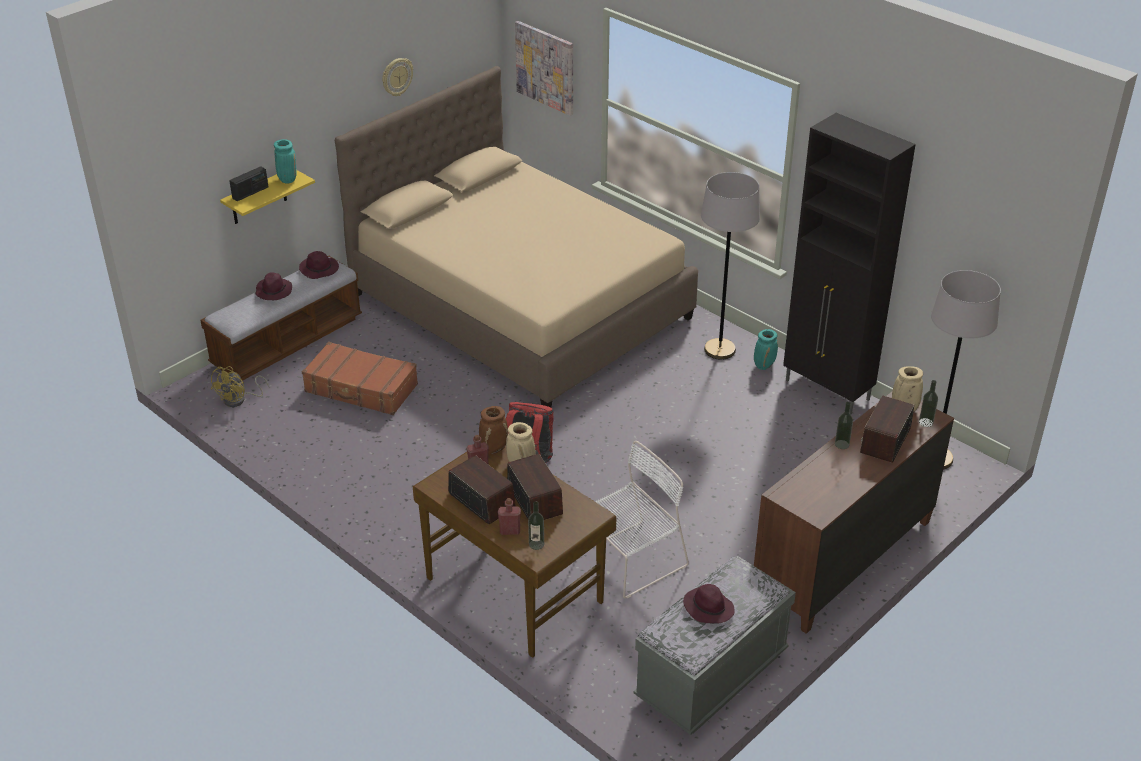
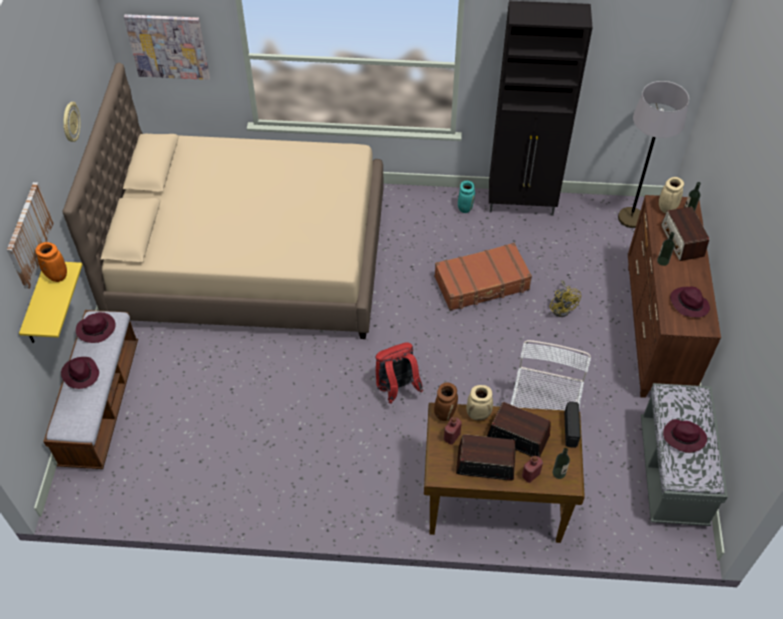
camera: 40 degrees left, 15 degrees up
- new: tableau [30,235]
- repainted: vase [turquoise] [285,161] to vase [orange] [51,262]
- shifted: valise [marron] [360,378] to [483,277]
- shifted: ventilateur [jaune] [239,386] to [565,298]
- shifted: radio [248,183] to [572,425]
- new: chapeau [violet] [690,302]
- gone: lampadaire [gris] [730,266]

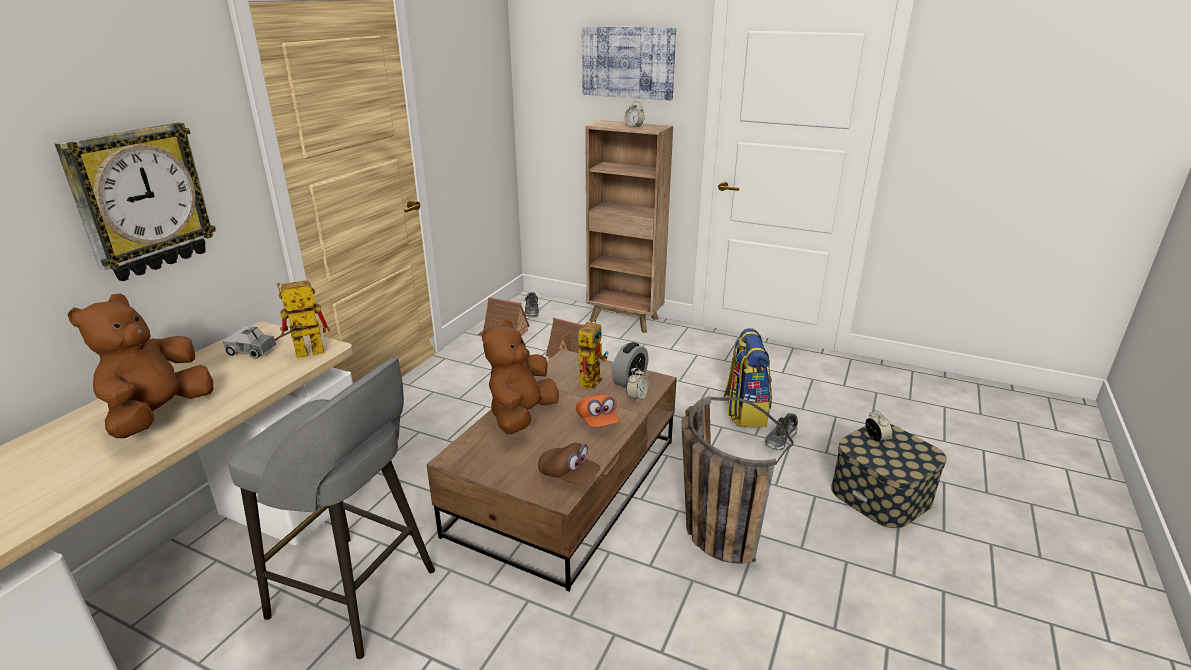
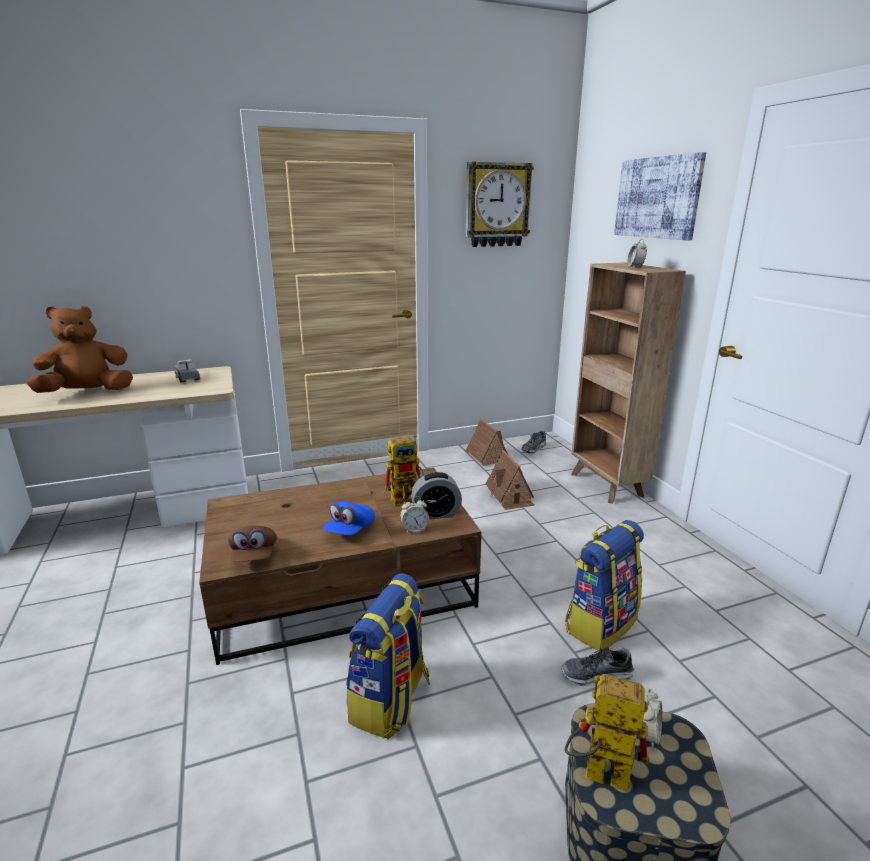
camera: 45 degrees right, 5 degrees down
- repainted: casquette [orange] [598,410] to casquette [bleu] [349,518]
- swapped: panier [737,480] to sac à dos [388,656]
- shifted: horloge murale [135,201] to [500,204]
- shifted: robot jouet [303,319] to [607,733]
- gone: tabouret [gris] [331,508]
- gone: peluche [marron] [520,377]

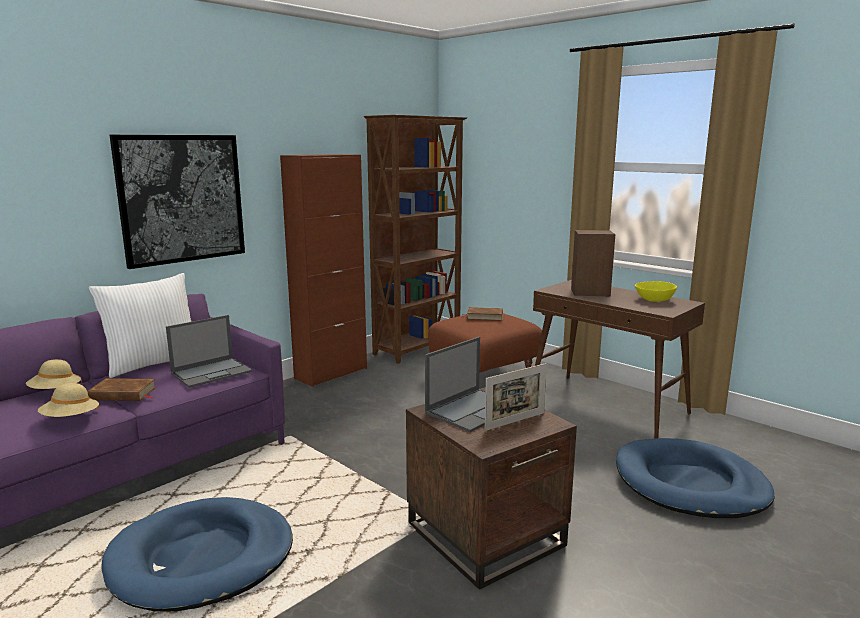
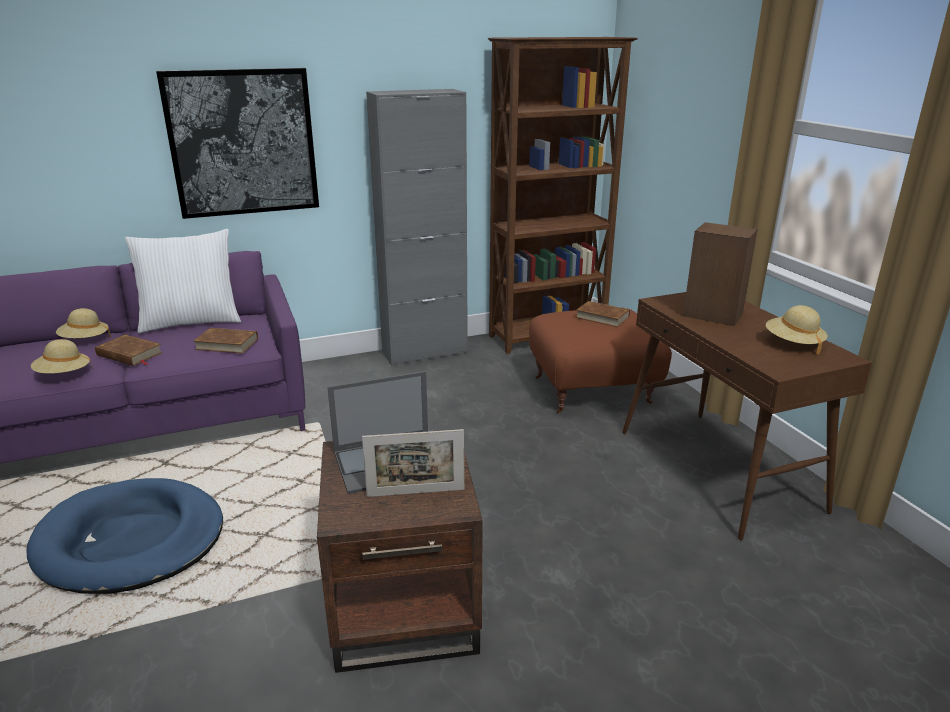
camera: 25 degrees right, 10 degrees up
- swapped: ordinateur portable [209,351] to livre [marron] [225,340]
- repainted: meuble de rangement [marron] [323,270] to meuble de rangement [gris] [417,227]
- swapped: bol [jaune] [656,291] to chapeau [beige] [797,329]
- gone: panier pour chien [bleu] [695,478]

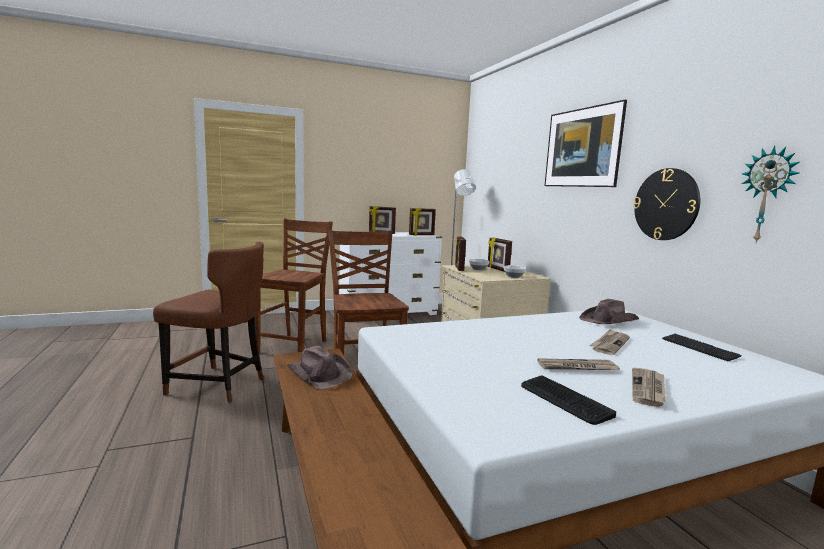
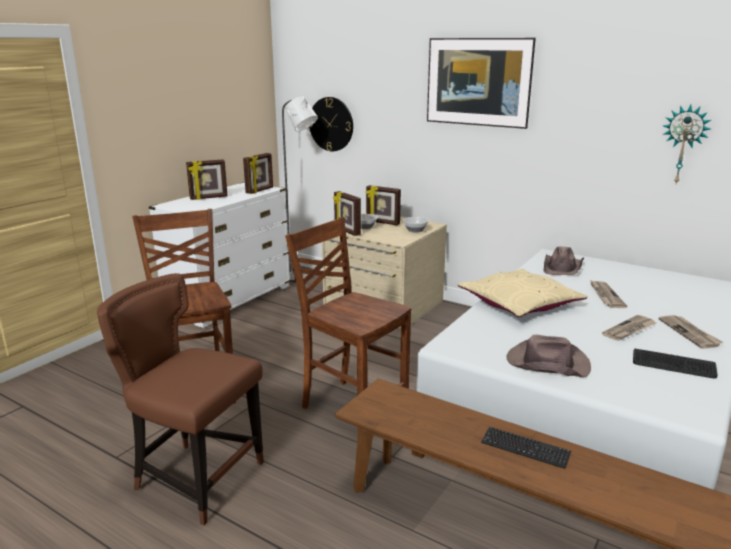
camera: 35 degrees left, 10 degrees up
- rotated: chaise [marron] [208,322] = [180,399] 135 degrees counterclockwise
- shifted: horloge murale [666,204] to [331,124]
- new: coussin [beige] [522,293]
- shifted: clavier [702,347] to [526,448]
- shifted: chapeau [marron] [320,368] to [549,356]

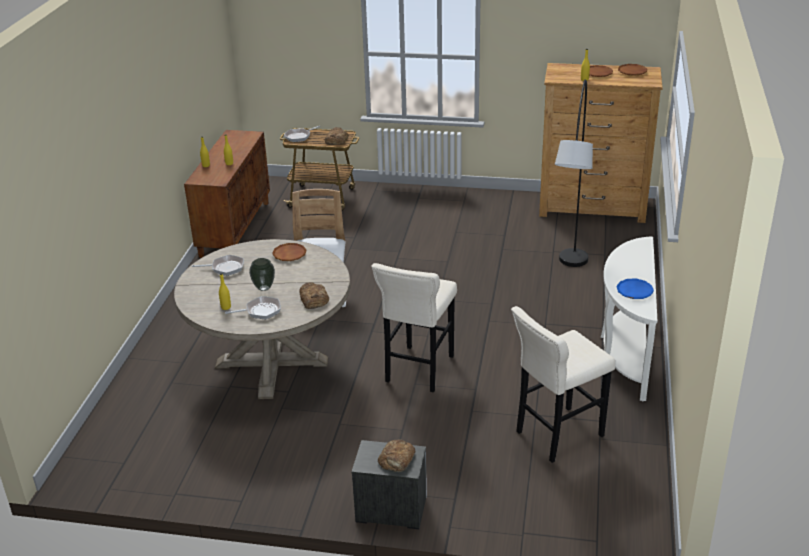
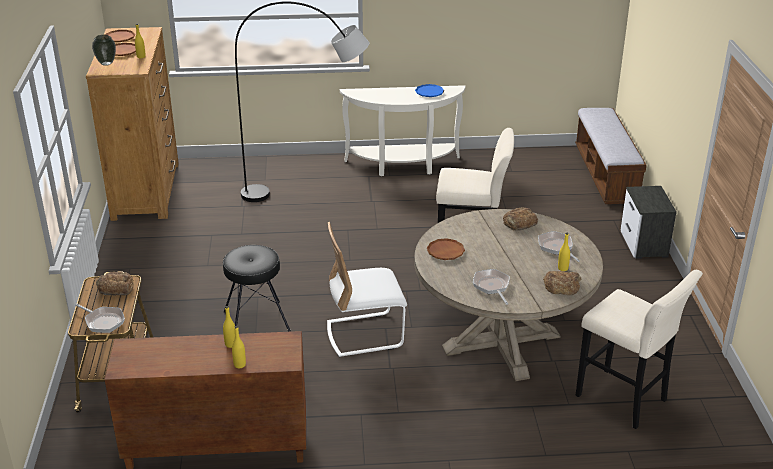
camera: 105 degrees left, 0 degrees up
- shifted: vase [262,274] to [104,50]
- new: tabouret [noir] [257,288]
- shifted: pain [396,455] to [562,283]
- new: banc [611,156]
- shifted: tabouret [beige] [563,384] to [639,349]

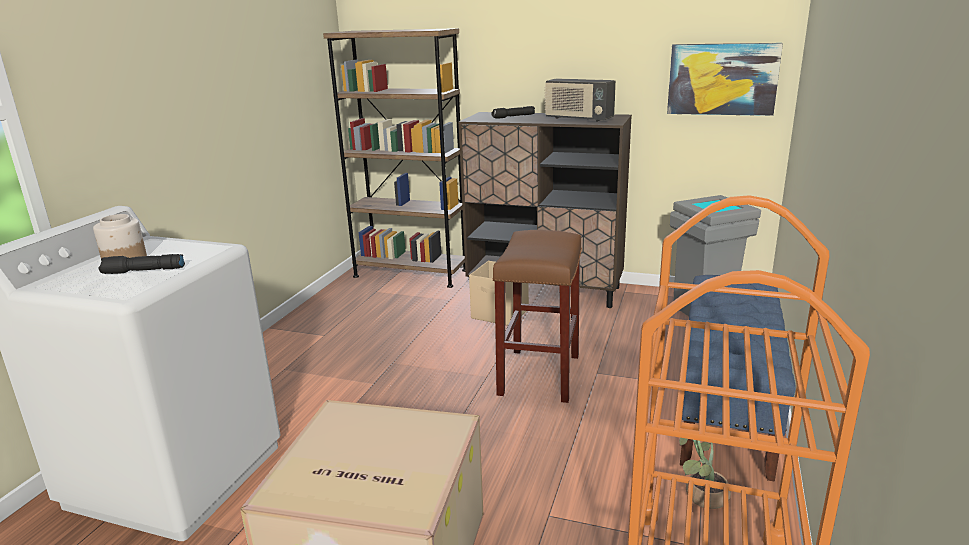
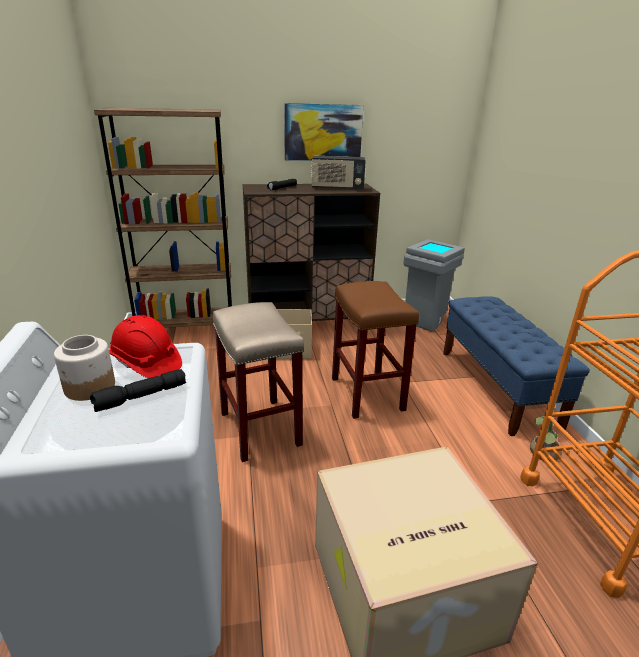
camera: 30 degrees left, 5 degrees up
- new: casque de chantier [rouge] [145,346]
- new: tabouret [beige] [258,382]
- shifted: tableau [725,79] to [323,132]

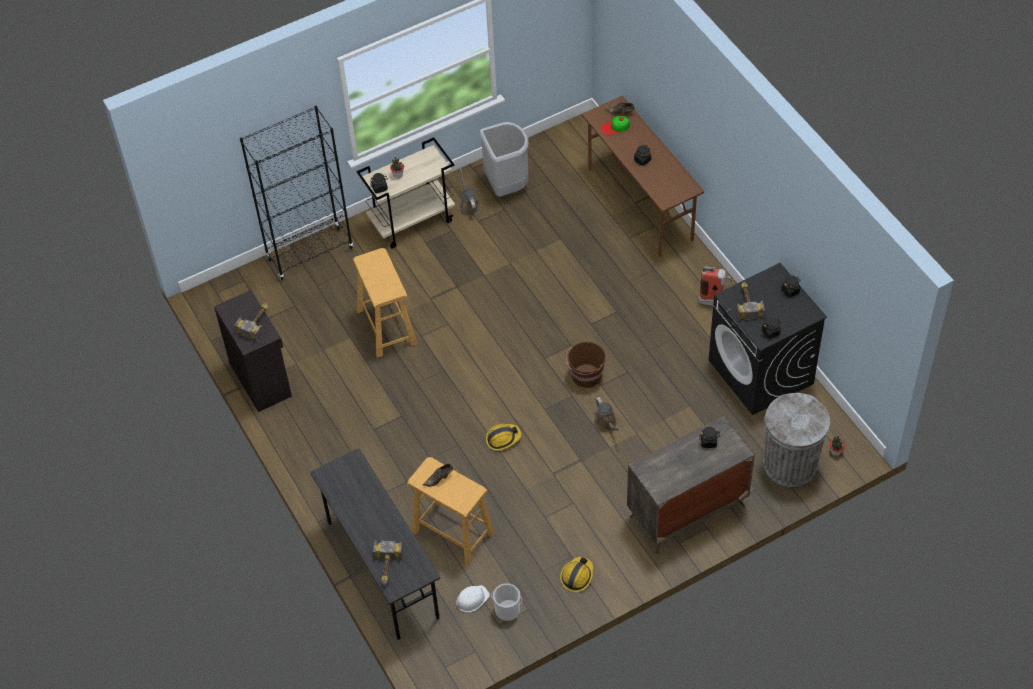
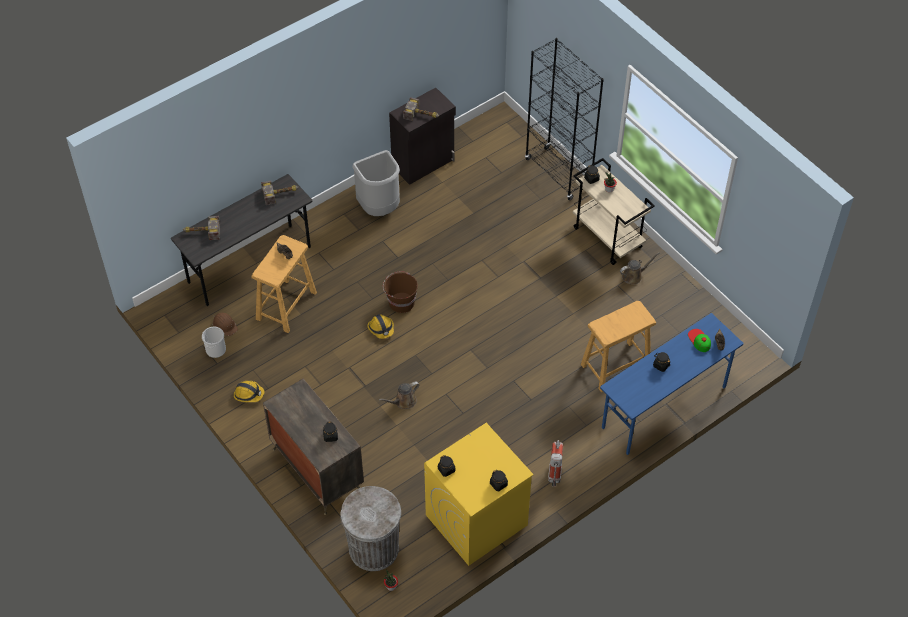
camera: 80 degrees right, 0 degrees up
- repainted: casque de chantier [blanc] [473,598] to casque de chantier [marron] [225,324]
- shifted: marteau [750,301] to [280,193]
- shifted: poubelle [gris] [504,159] to [376,183]
- shifted: seau [marron] [586,365] to [400,292]
- repainted: lave-linge [noir] [768,339] to lave-linge [jaune] [479,494]
- shifted: tabouret [beige] [385,302] to [618,346]
- repainted: bureau [marron] [643,176] to bureau [bleu] [671,384]

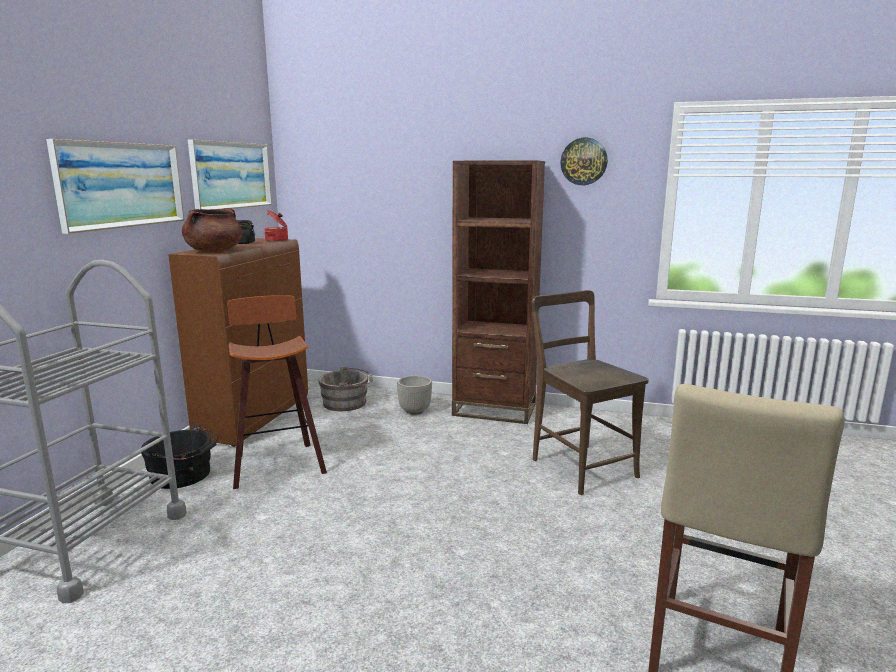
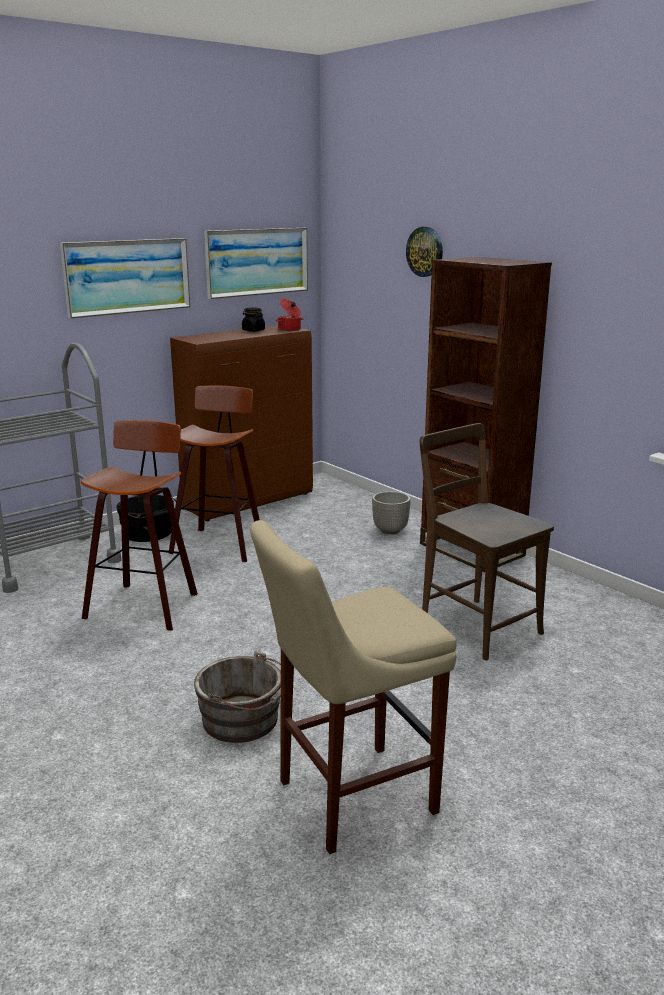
camera: 35 degrees right, 5 degrees up
- new: tabouret [139,525]
- shifted: seau [gris] [345,388] to [237,697]
- shifted: horloge murale [584,161] to [424,252]
- rotated: chaise [marron] [590,392] = [487,541] 45 degrees counterclockwise
- gone: marmite [marron] [212,230]

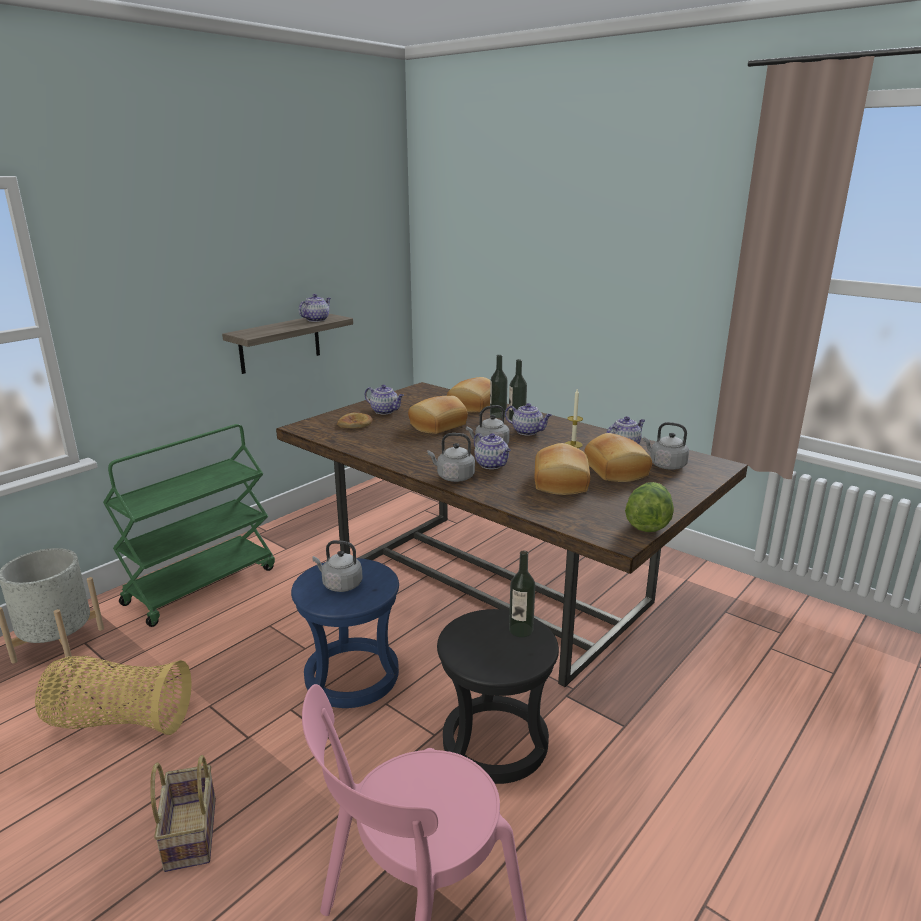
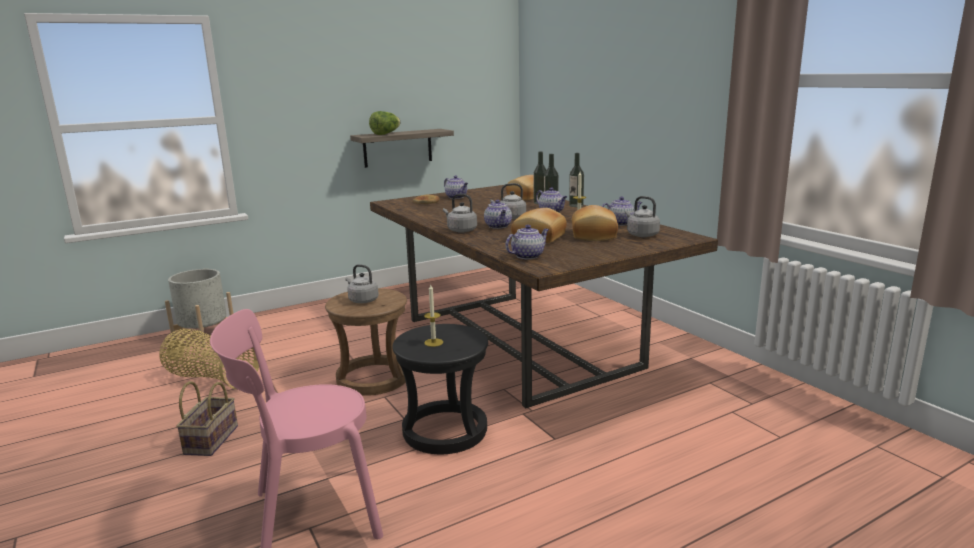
camera: 20 degrees right, 5 degrees down
- repainted: tabouret [bleu] [345,633] to tabouret [marron] [366,342]
- shifted: laitue [649,507] to [385,123]
- new: bougie [433,316]
- shifted: théière [315,308] to [527,242]
- shifted: bouteille [522,593] to [576,180]
- gone: chariot [vert] [189,525]
- gone: pain [438,414]

